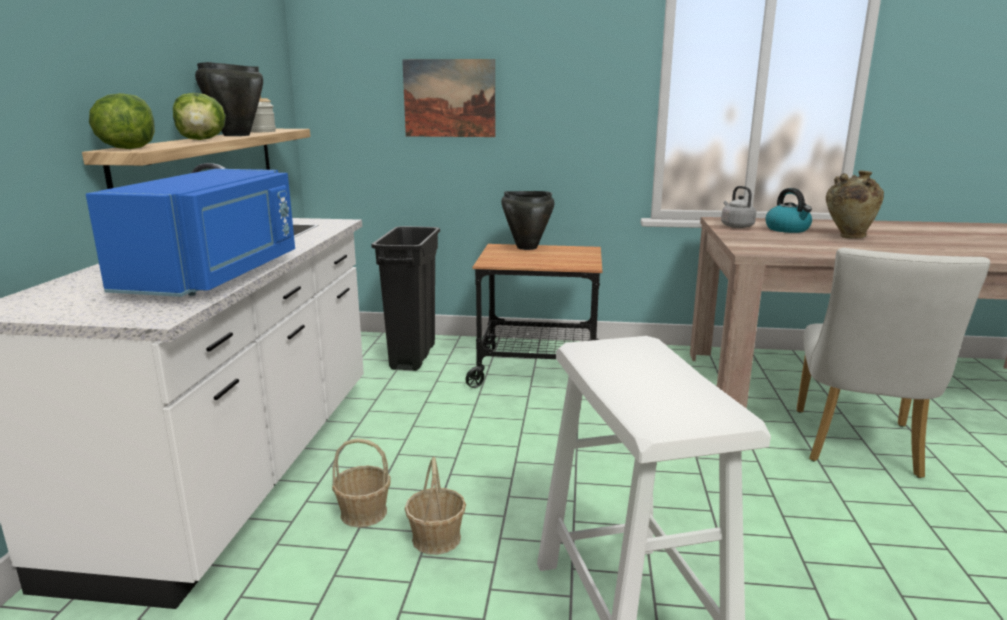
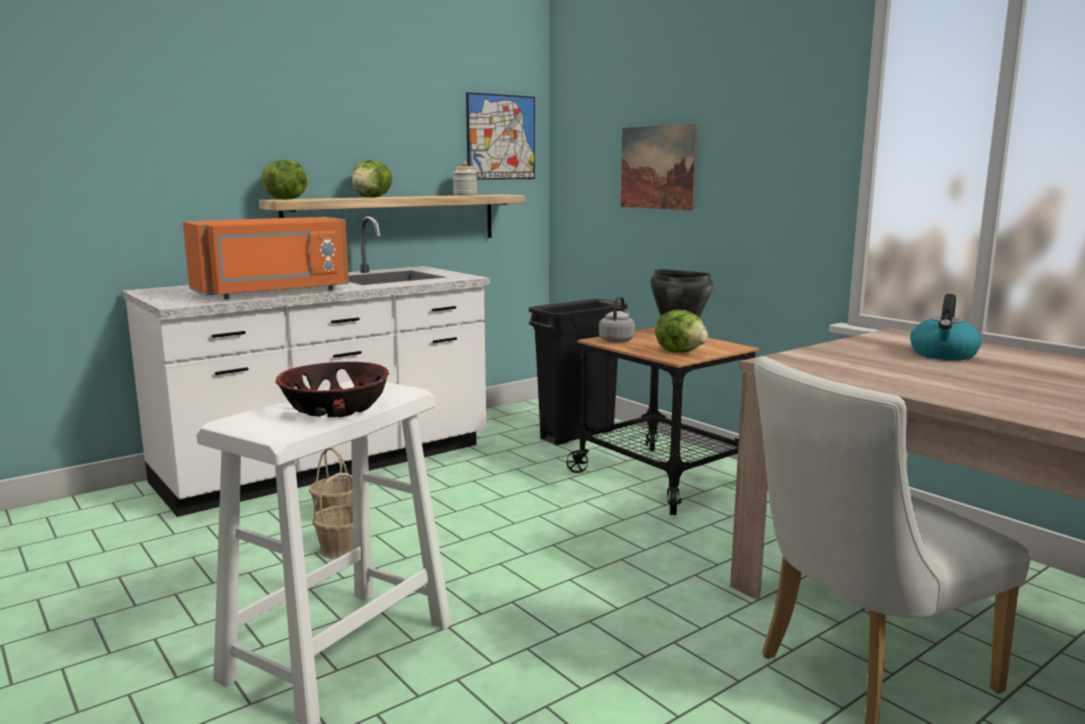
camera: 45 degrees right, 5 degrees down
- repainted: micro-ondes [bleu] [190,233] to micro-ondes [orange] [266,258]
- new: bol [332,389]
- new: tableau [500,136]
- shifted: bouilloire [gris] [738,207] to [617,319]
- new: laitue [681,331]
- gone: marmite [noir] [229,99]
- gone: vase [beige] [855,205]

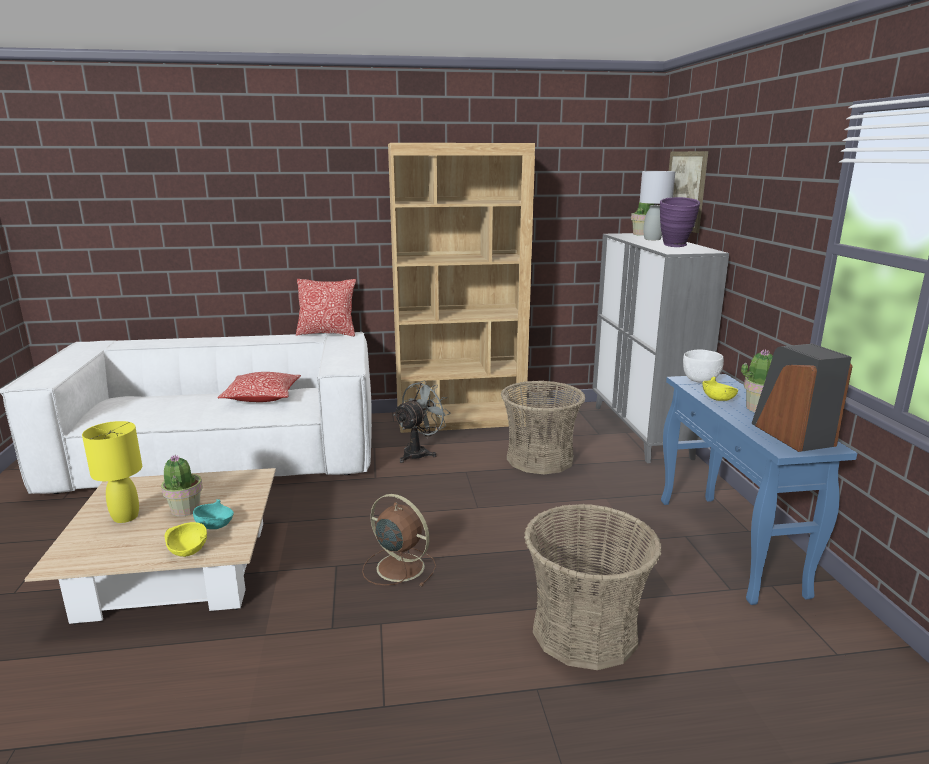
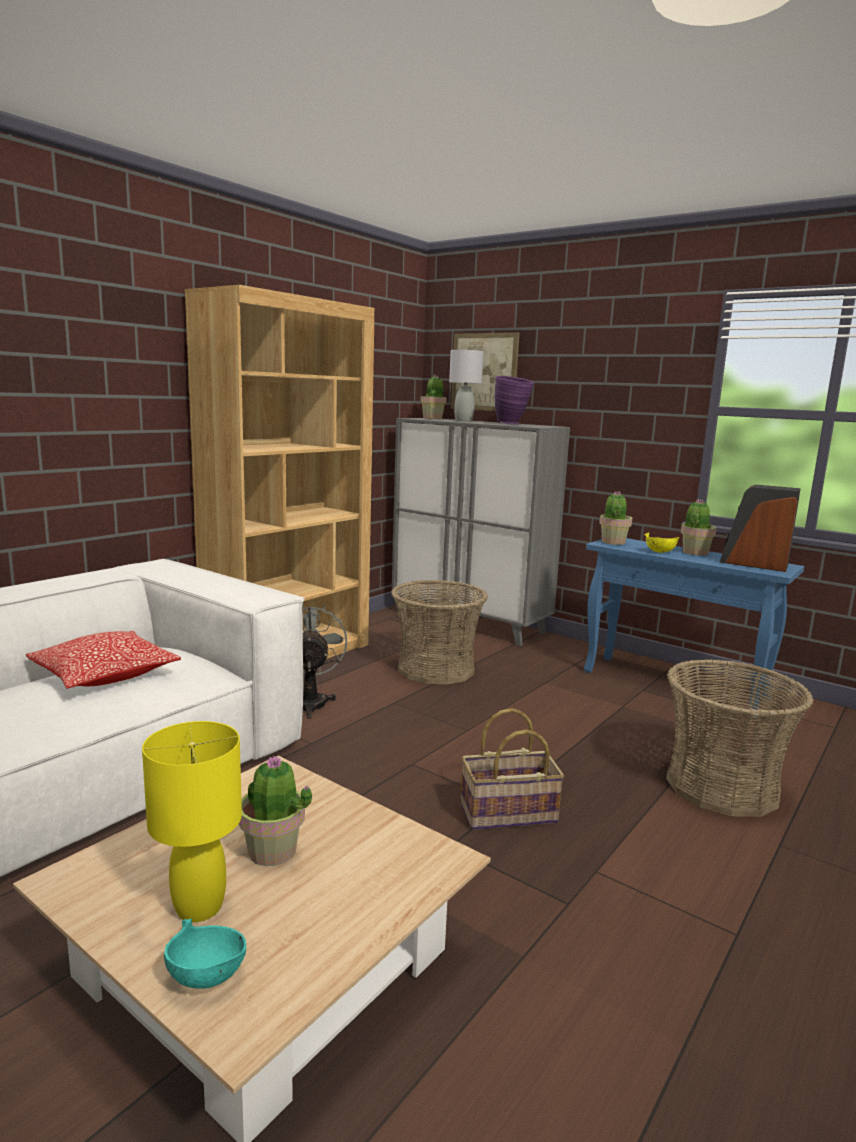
camera: 45 degrees left, 5 degrees down
- shifted: bol [turquoise] [213,514] to [205,954]
- swapped: ventilateur [marron] [399,540] to panier [512,769]
- swapped: bol [blanc] [703,366] to plante en pot [615,518]
- gone: bol [jaune] [186,539]
- gone: coussin [326,307]

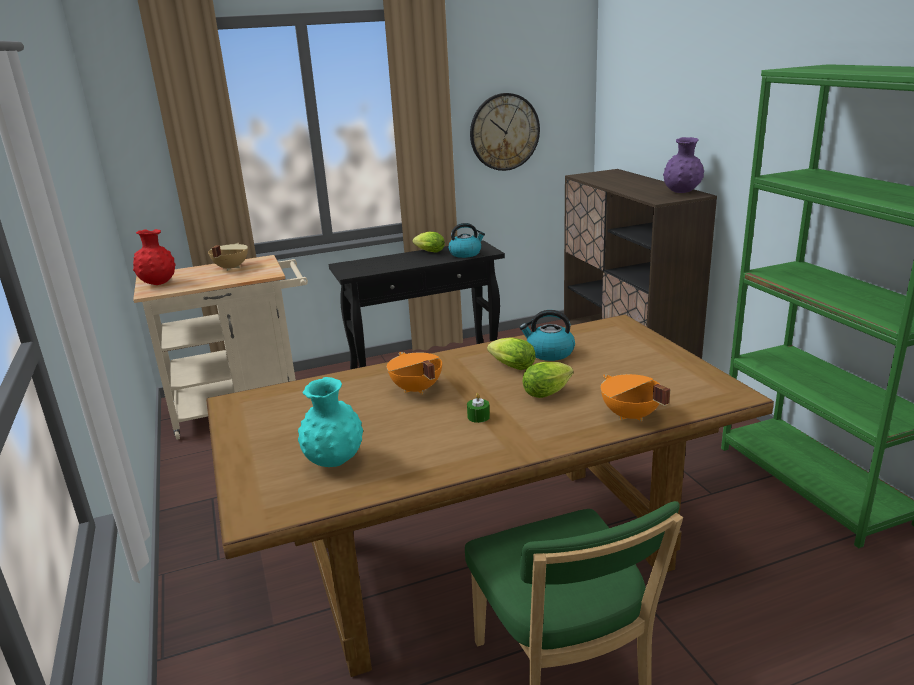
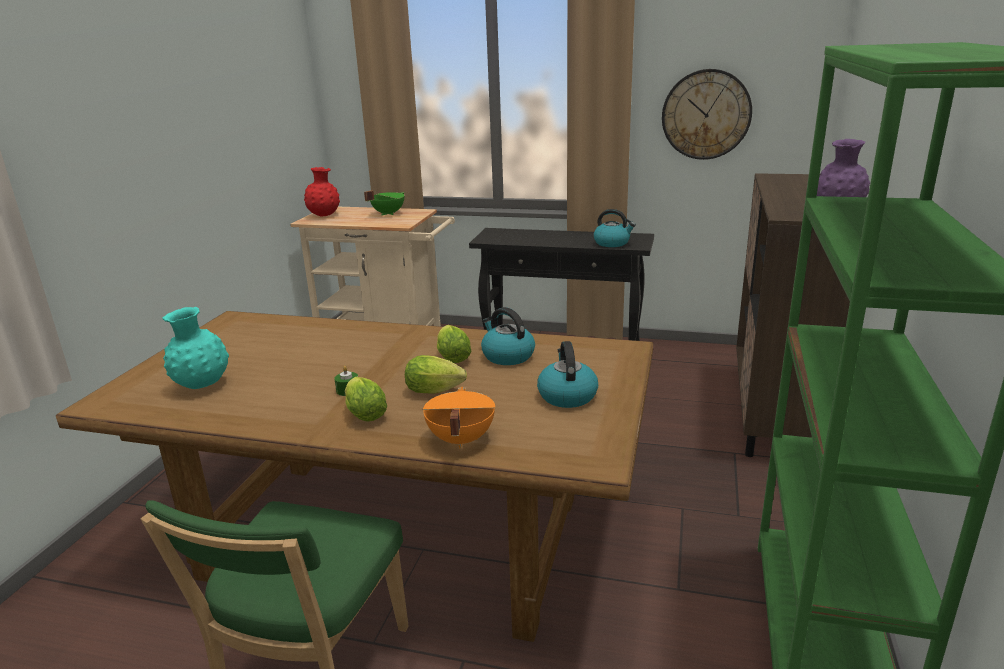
camera: 35 degrees right, 0 degrees up
- shifted: laitue [428,242] to [366,398]
- repainted: marmite [beige] [228,257] to marmite [vert] [384,203]
- new: bouilloire [567,374]
- gone: marmite [orange] [414,373]

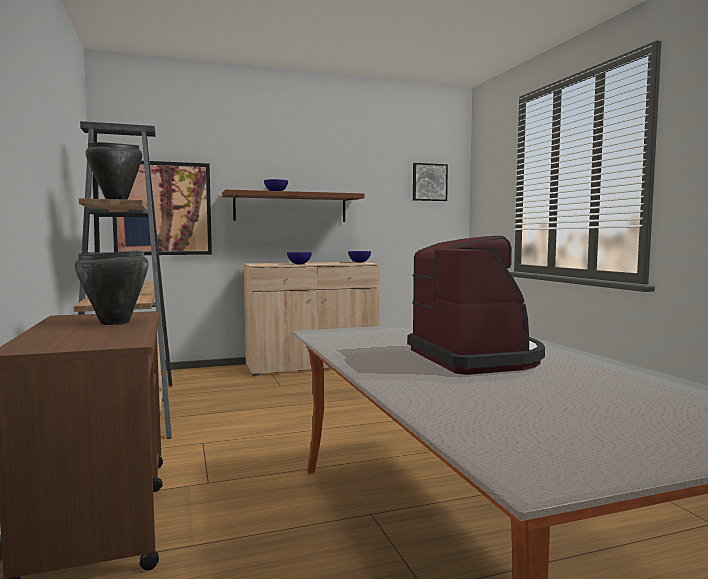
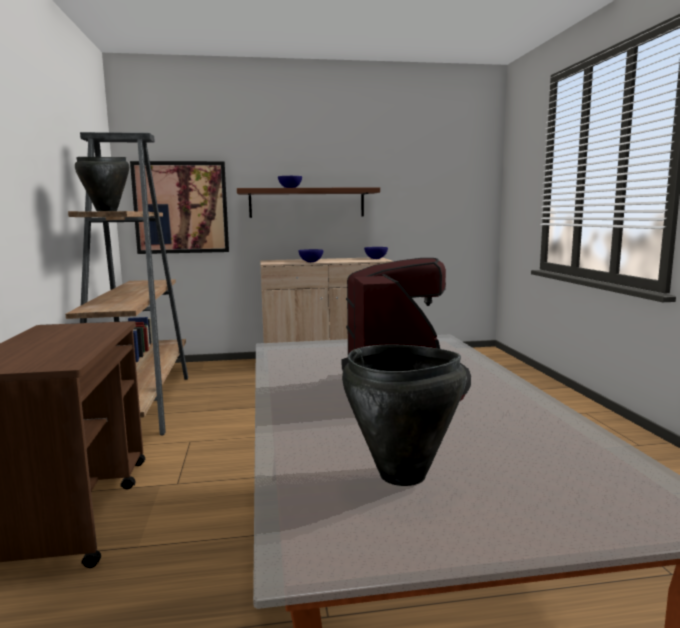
camera: 10 degrees right, 5 degrees up
- shifted: marmite [noir] [112,287] to [404,415]
- gone: tableau [430,182]

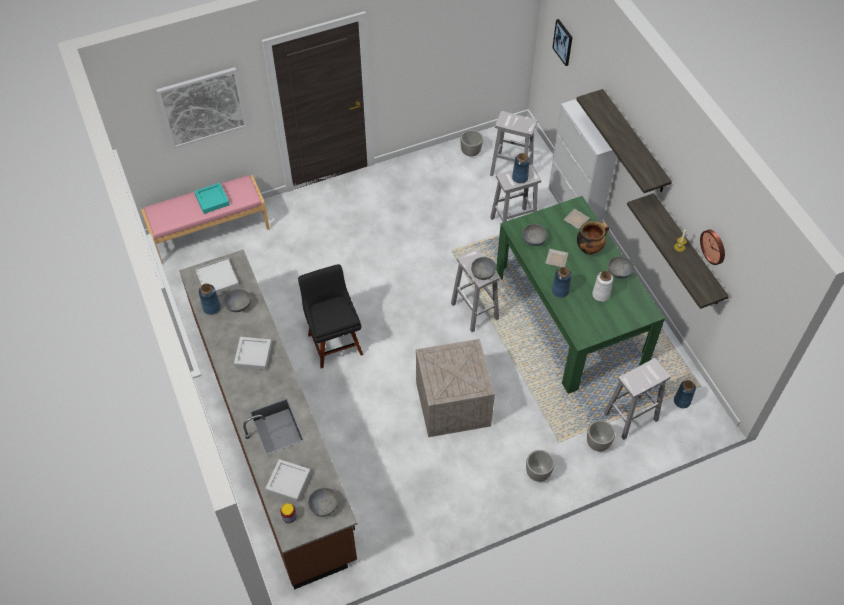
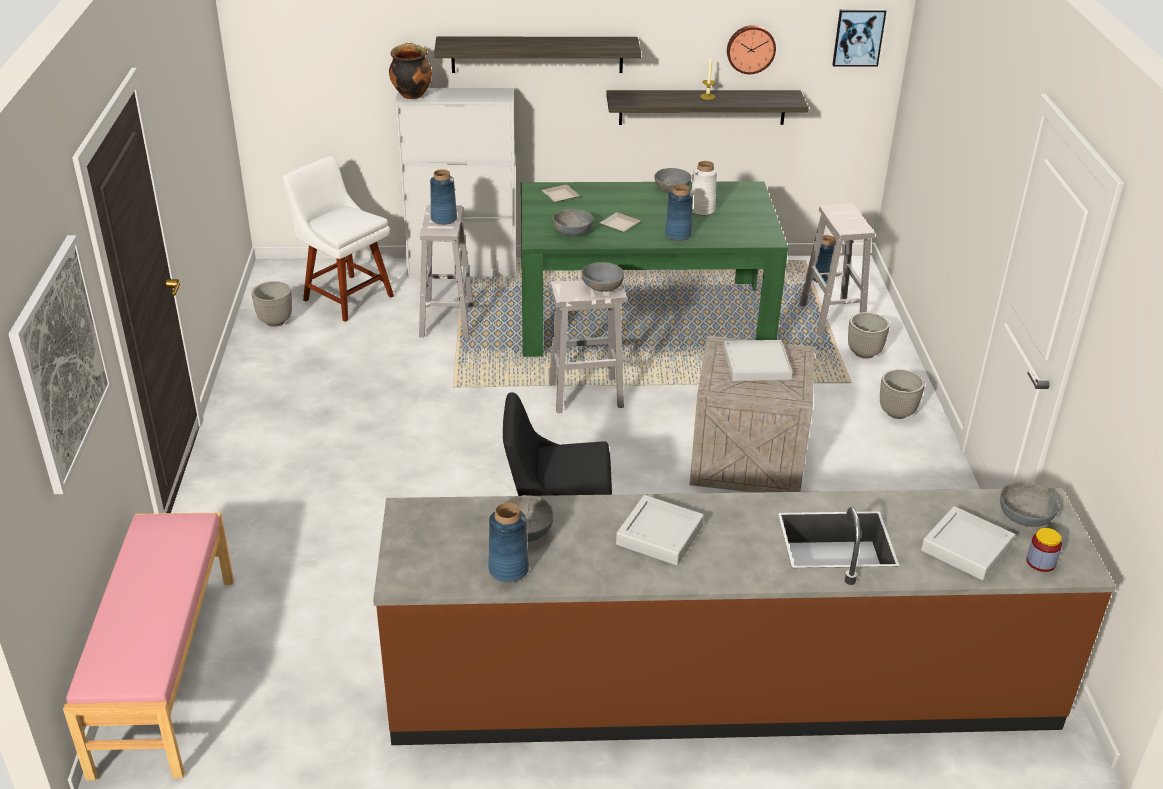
camera: 70 degrees left, 20 degrees down
- swapped: tabouret [blanc] [514,143] to chaise [blanc] [338,239]
- shifted: marmite [593,238] to [410,71]
- shifted: plateau [blanc] [217,276] to [758,360]
- shifted: tableau [562,42] to [859,37]
- gone: plateau [turquoise] [212,198]

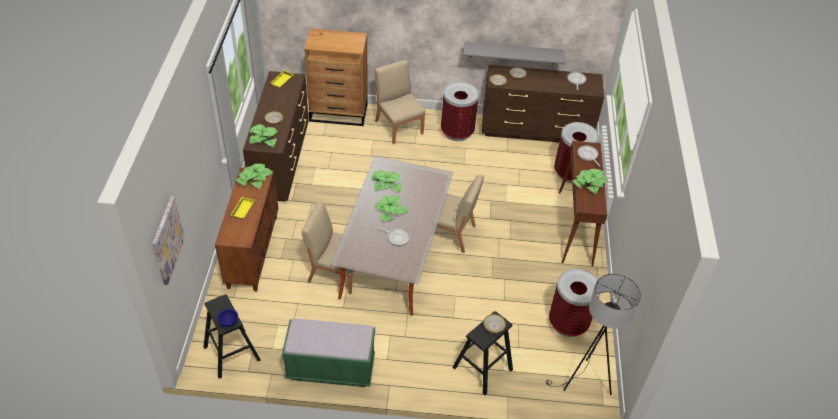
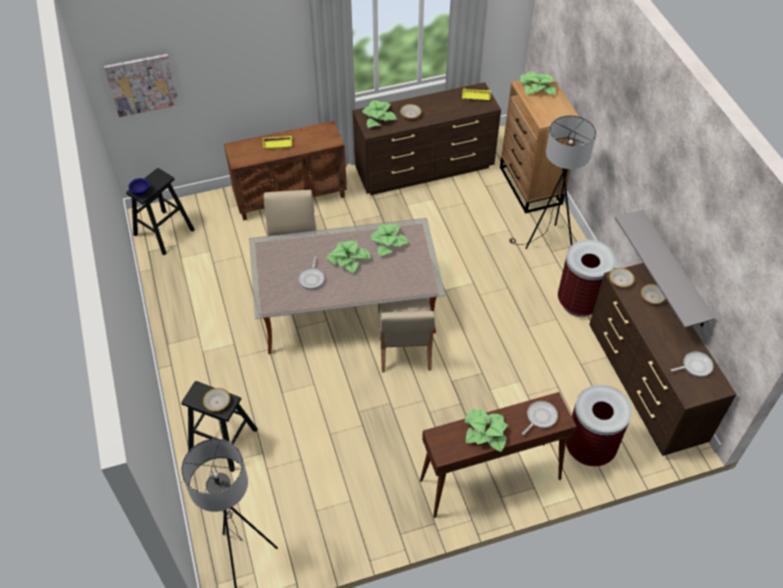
camera: 70 degrees right, 5 degrees up
- swapped: chaise [beige] [400,102] to lampadaire [noir] [552,182]
- shifted: plante en pot [254,176] to [538,83]
- gone: banc [vert] [328,353]
- gone: poubelle [574,303]

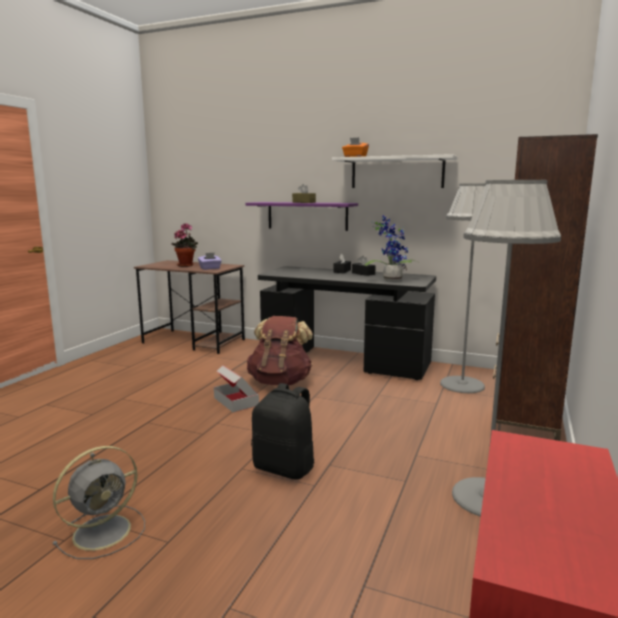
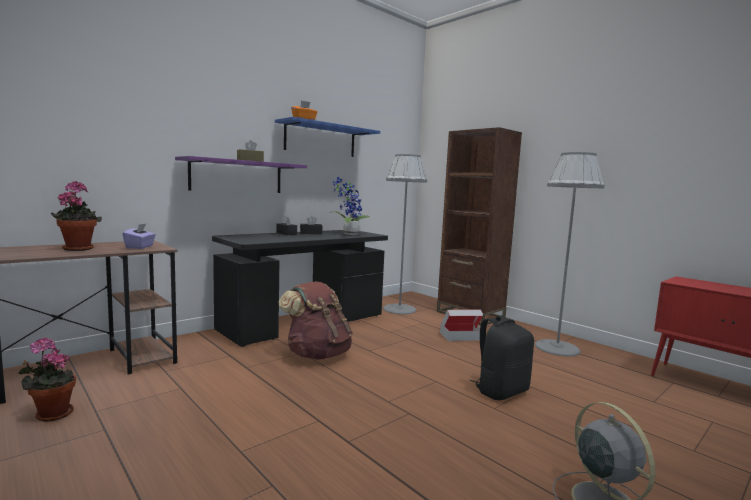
camera: 65 degrees left, 5 degrees down
- new: plante en pot [47,380]
- repainted: étagère [blanc] [394,171] to étagère [bleu] [327,137]
- shifted: carton [236,389] to [461,325]

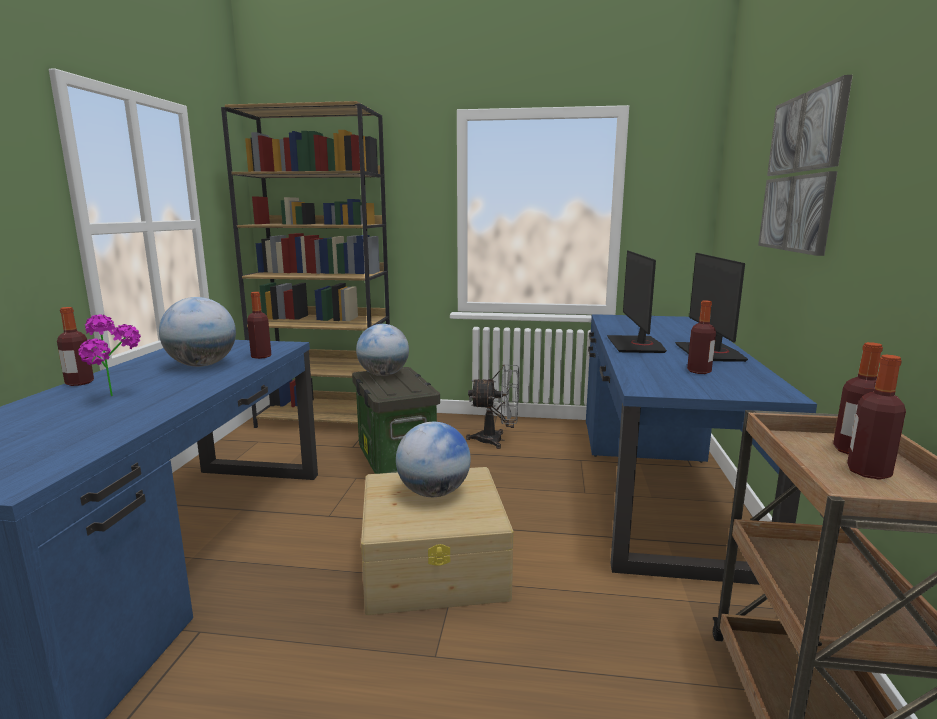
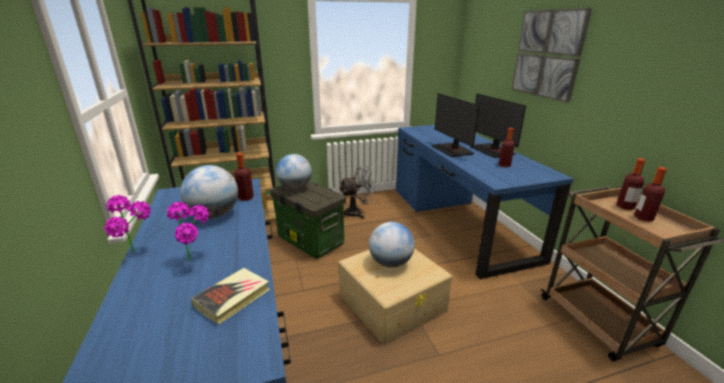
camera: 25 degrees left, 10 degrees up
- swapped: bouteille [75,346] to plante en pot [127,224]
- new: livre [230,296]

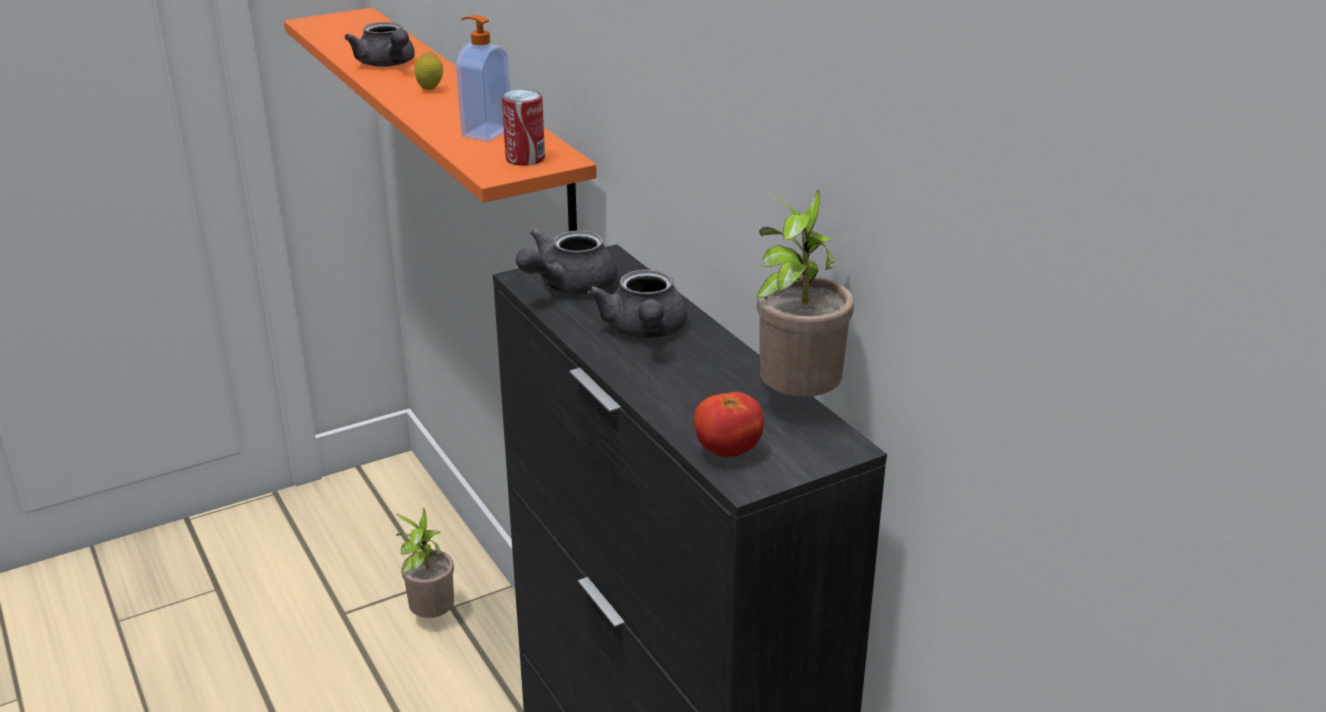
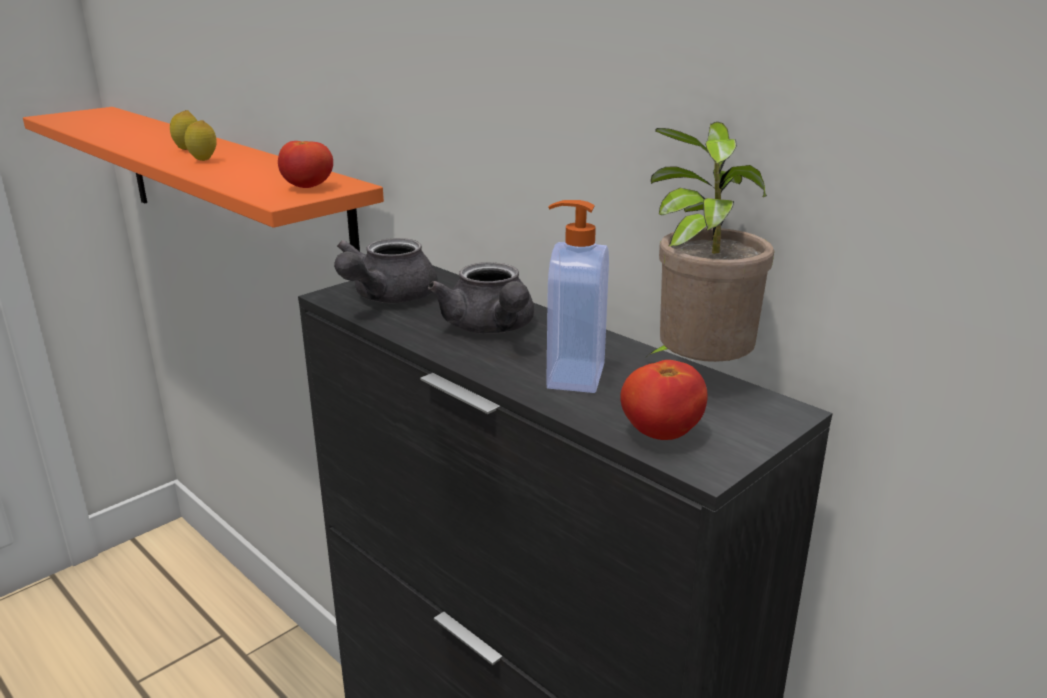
camera: 15 degrees left, 5 degrees down
- new: citron [201,140]
- swapped: boîte métallique [523,127] to tomate [305,164]
- shifted: distributeur de savon [483,78] to [577,296]
- gone: théière [gris] [379,44]
- gone: plante en pot [425,563]

